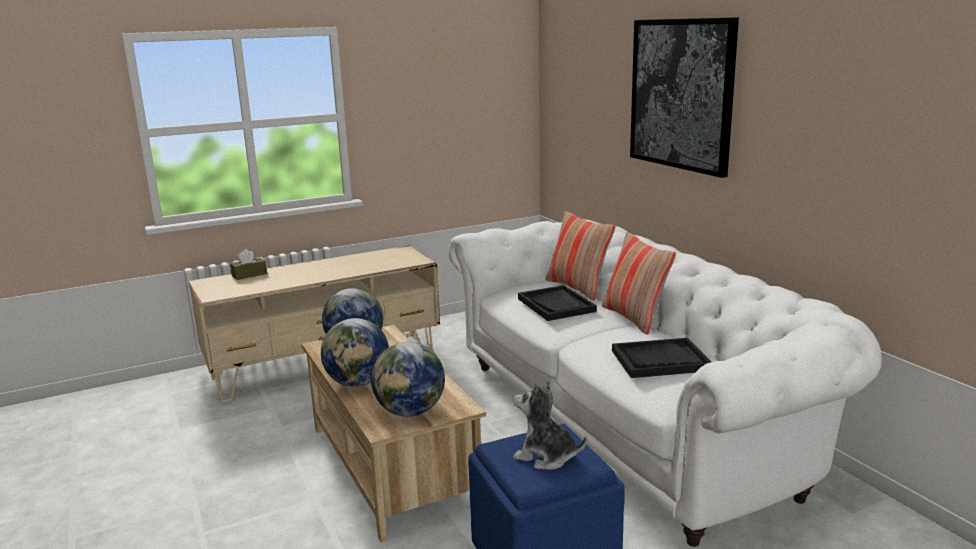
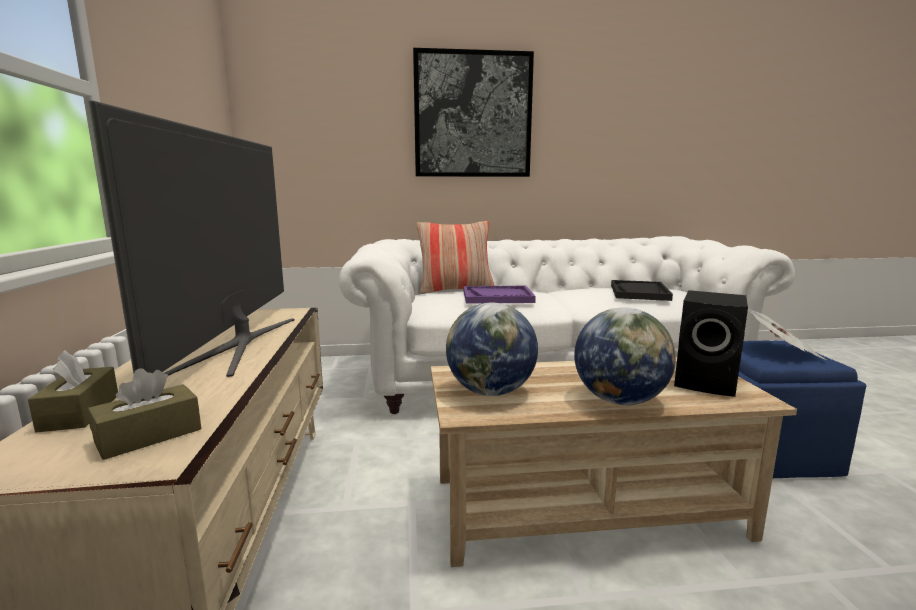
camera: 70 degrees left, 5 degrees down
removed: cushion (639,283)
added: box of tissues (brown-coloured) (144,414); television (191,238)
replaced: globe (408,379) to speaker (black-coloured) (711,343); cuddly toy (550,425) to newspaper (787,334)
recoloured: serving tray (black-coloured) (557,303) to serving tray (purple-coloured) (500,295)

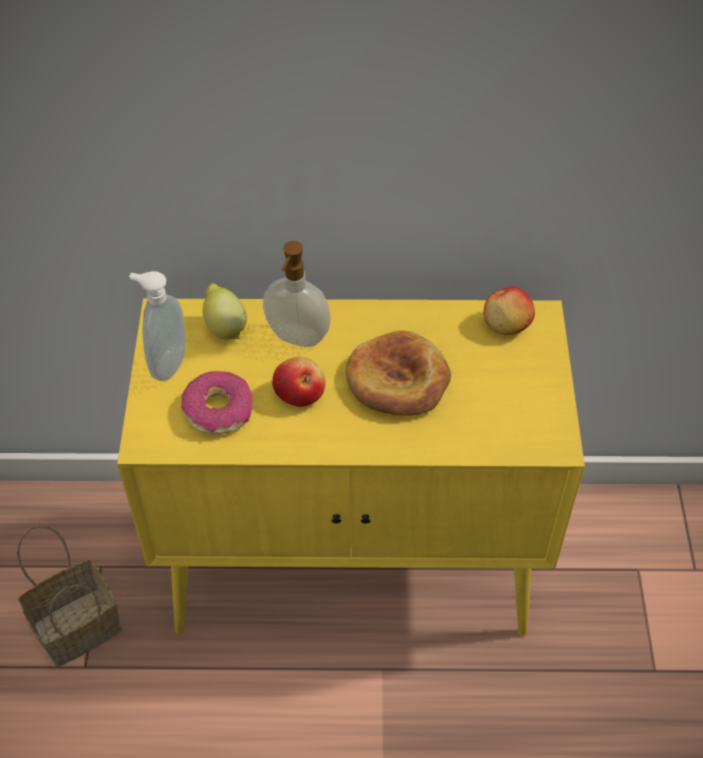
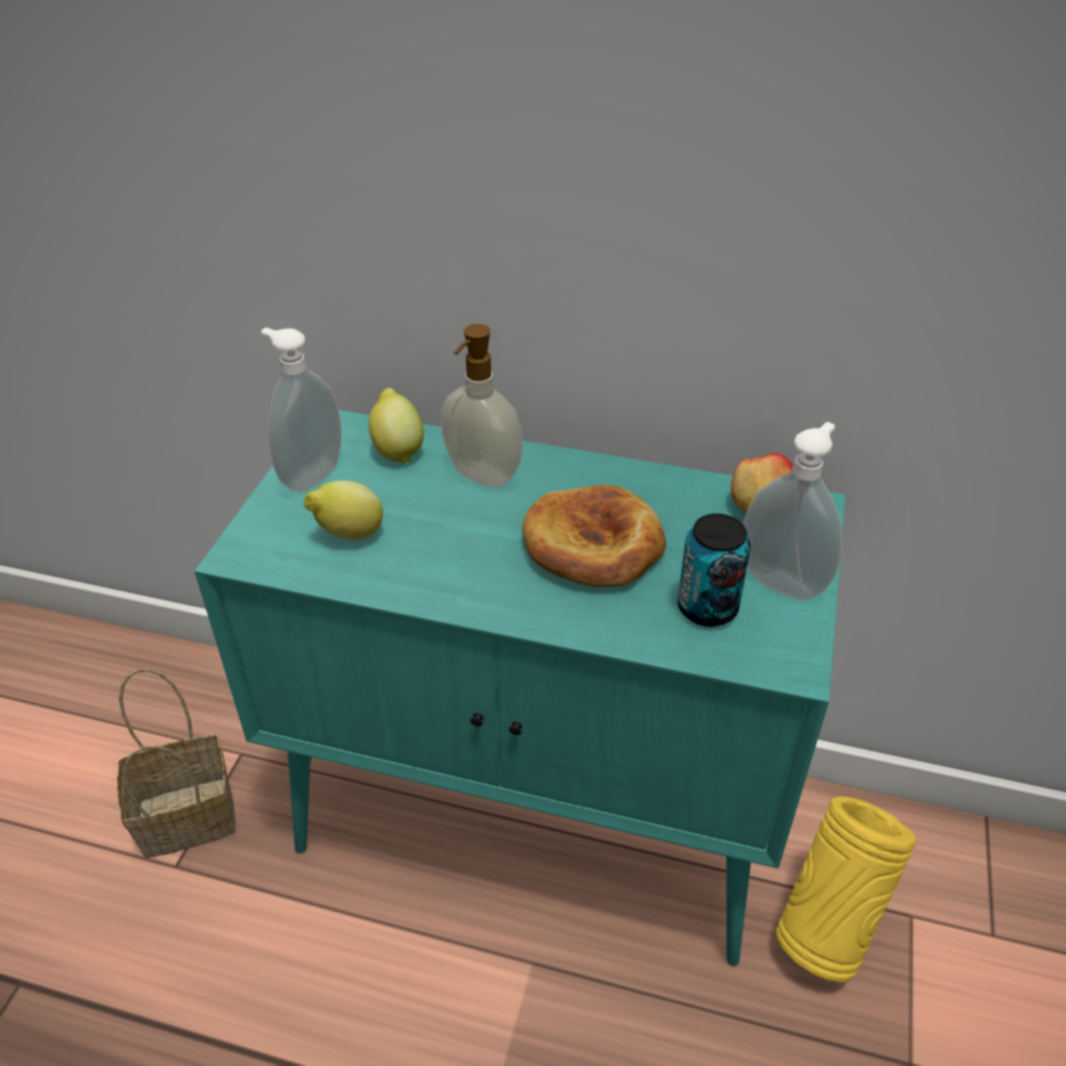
camera: 15 degrees right, 10 degrees down
removed: apple fruit (299,382)
added: metal can (714,570); soap dispenser (792,511); flower vase (yellow-coloured) (846,890)
replaced: donut (217,402) to whole lemon (343,510)
recoloured: cabinet (yellow-coloured) (351,467) to cabinet (turquoise-coloured) (520,688)

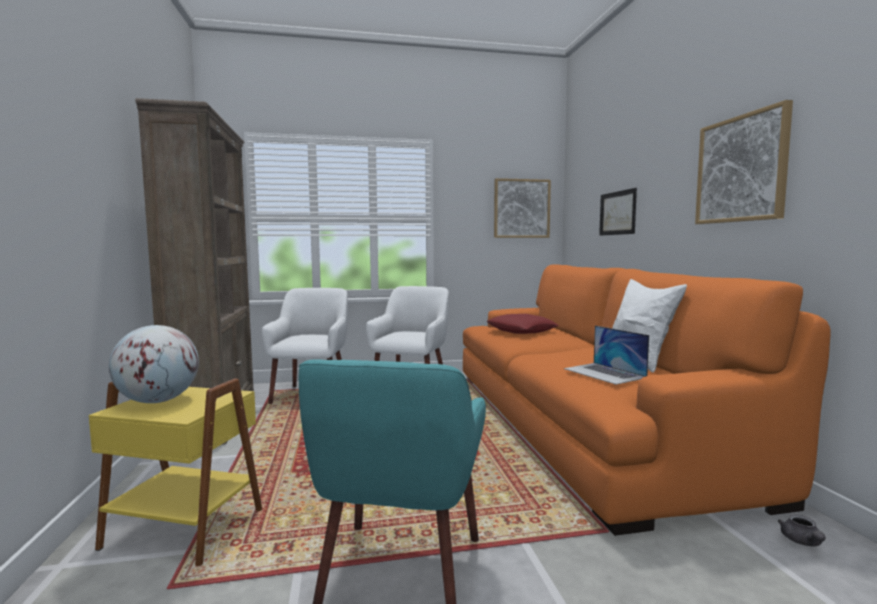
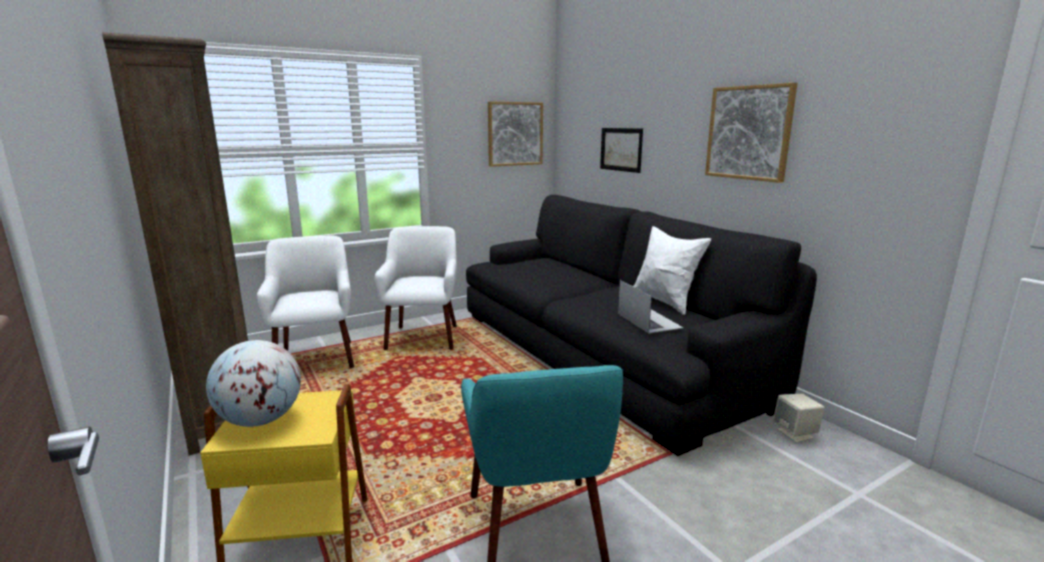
camera: 20 degrees left, 10 degrees up
removed: cushion (red) (523,324)
replaced: tea pot (greyish) (802,530) to speaker (beige) (799,418)
recoloured: couch (orange-coloured) (647,400) to couch (black-coloured) (641,325)
turned: laptop (606,355) = (650,306) 150 degrees counterclockwise

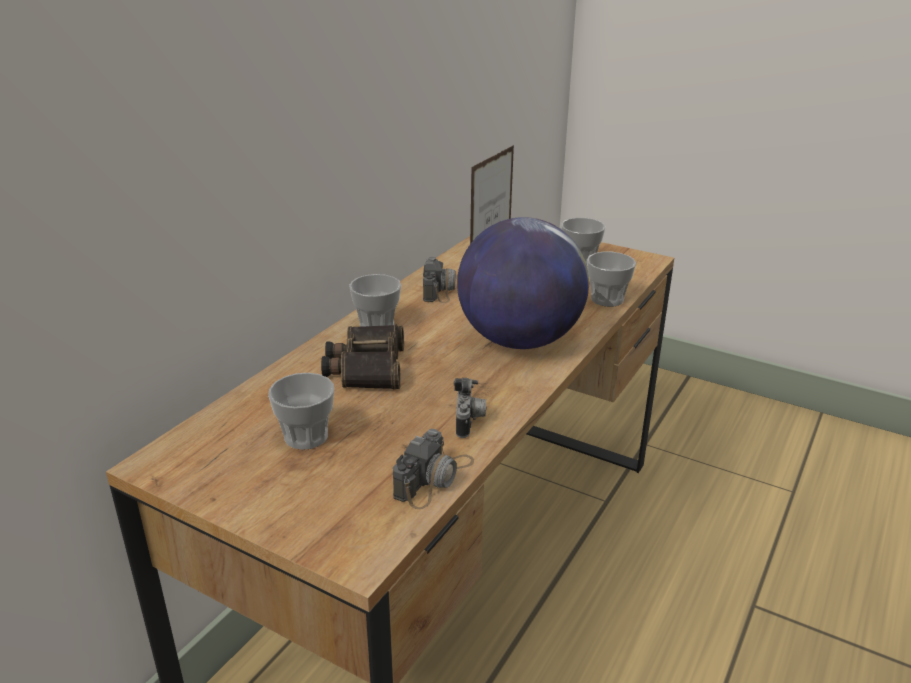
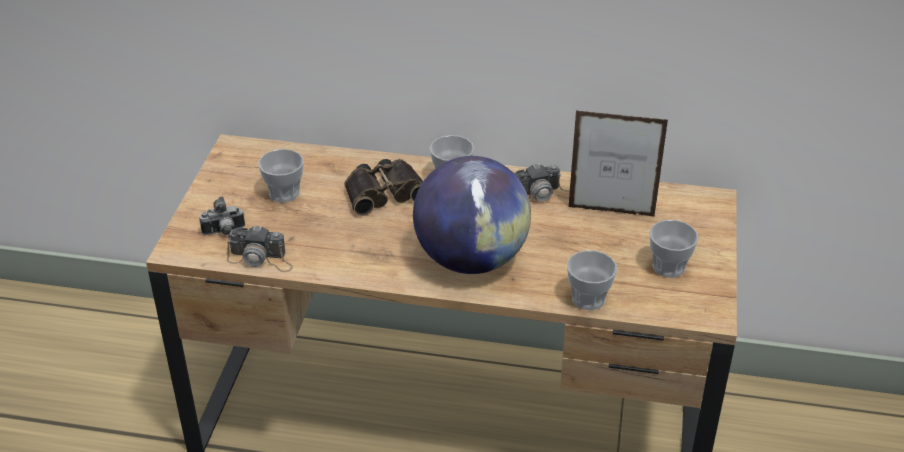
camera: 70 degrees right, 10 degrees up
moved: still camera (470,408) to (222,215)

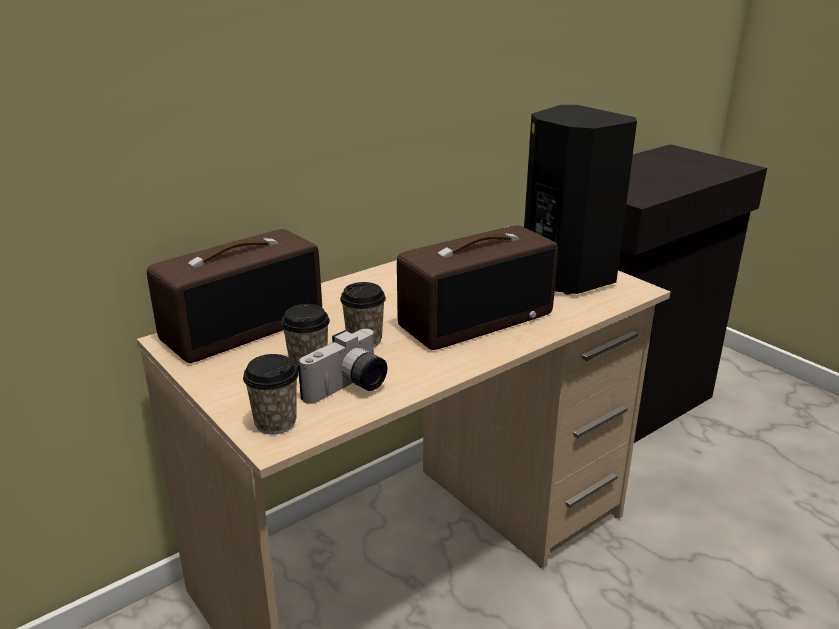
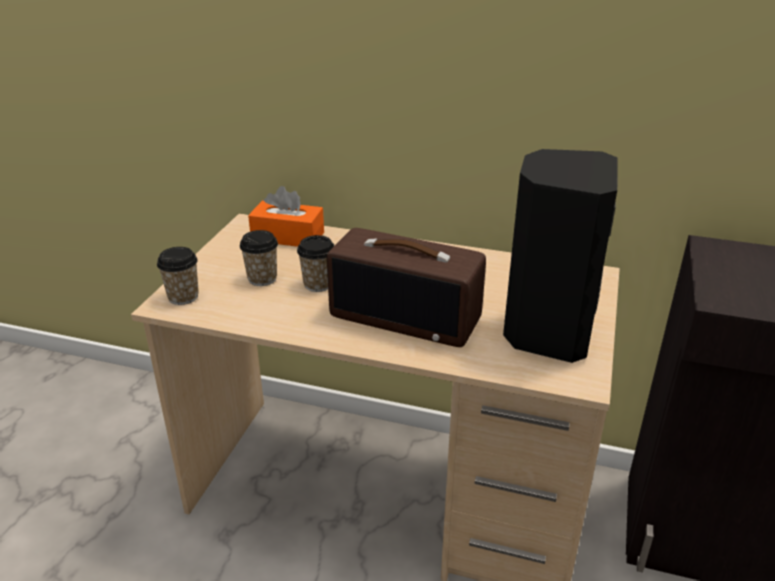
camera: 55 degrees right, 5 degrees up
removed: still camera (342,366)
replaced: radio set (234,296) to box of tissues (orange-coloured) (286,216)

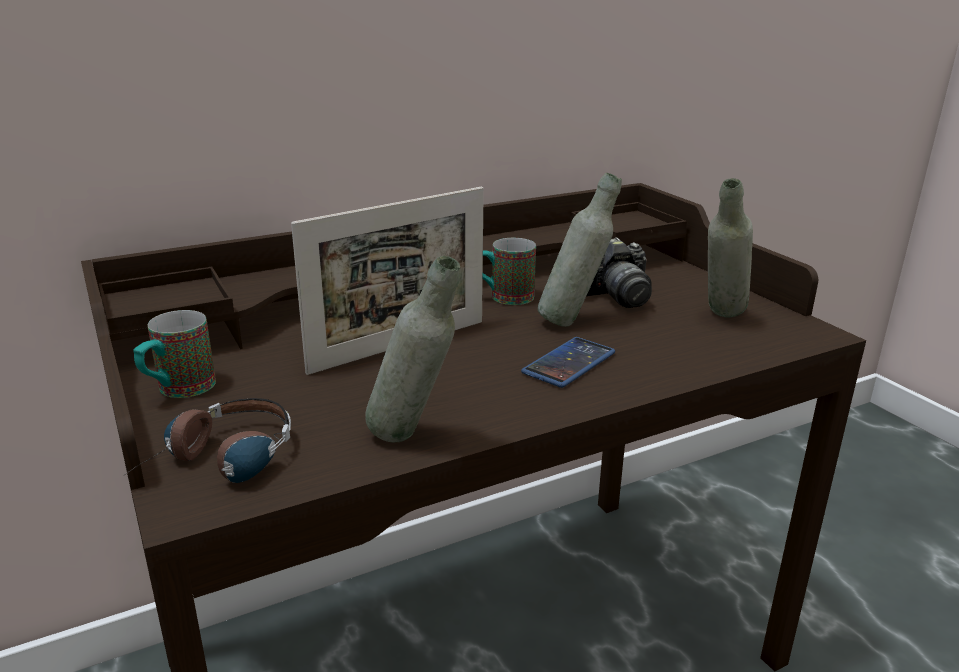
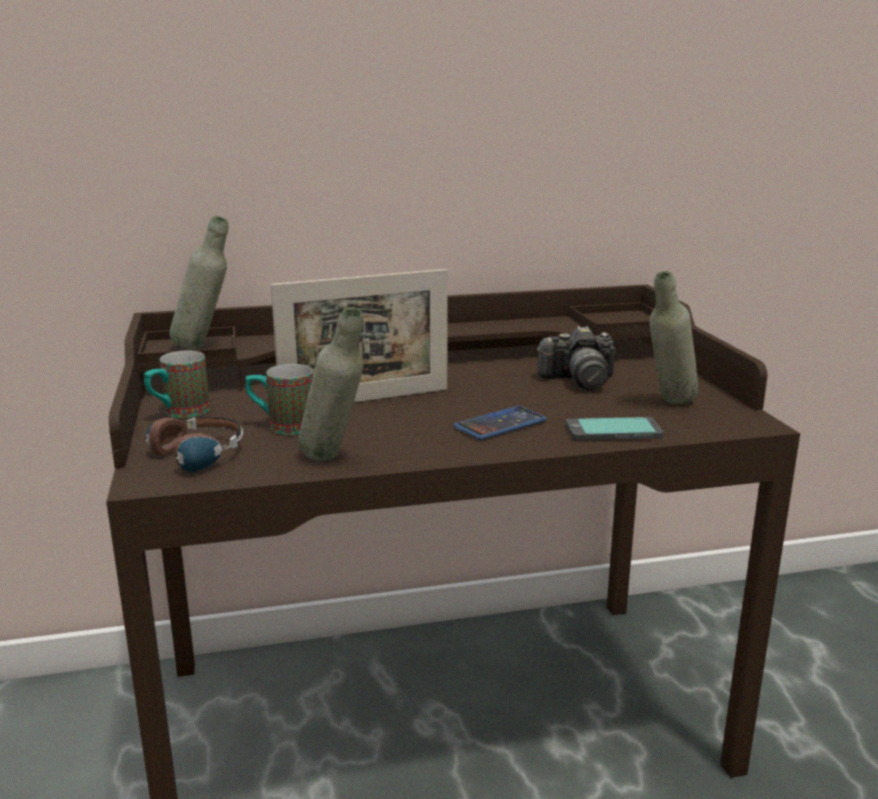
camera: 15 degrees right, 5 degrees down
added: telephone (614,428)
moved: mug (509,271) to (279,399); drink bottle (greyish) (580,249) to (199,283)

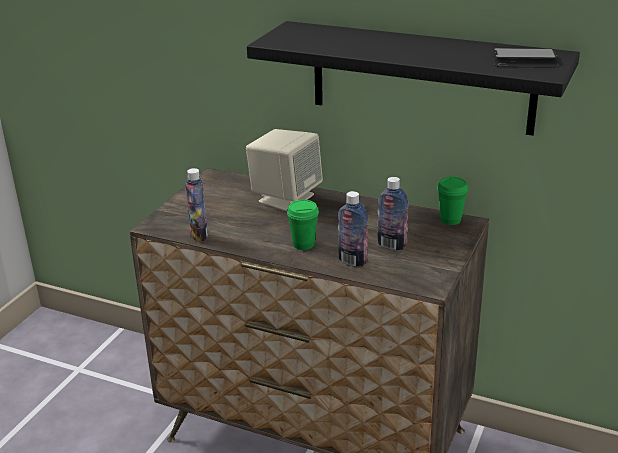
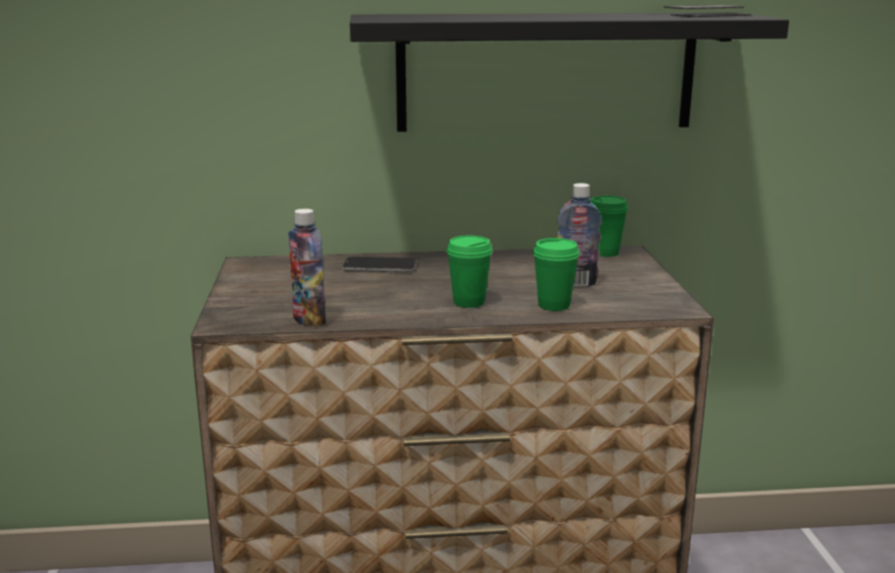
camera: 30 degrees left, 10 degrees down
replaced: speaker (beige) (284,170) to telephone (379,264); drink bottle (353,229) to drinking cup (green) (556,274)

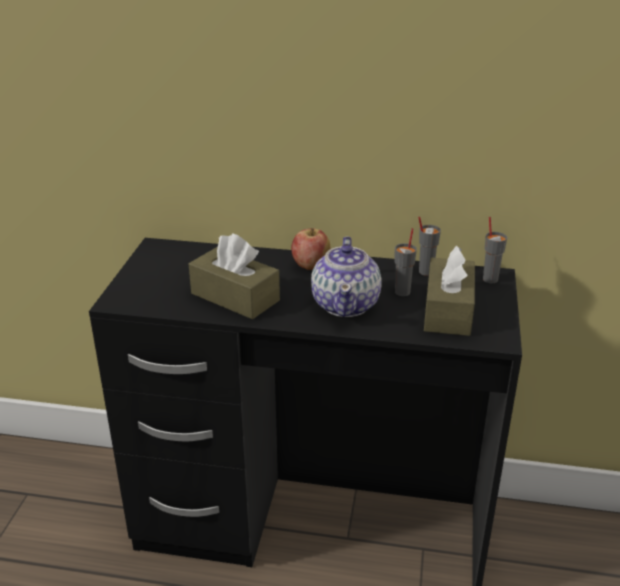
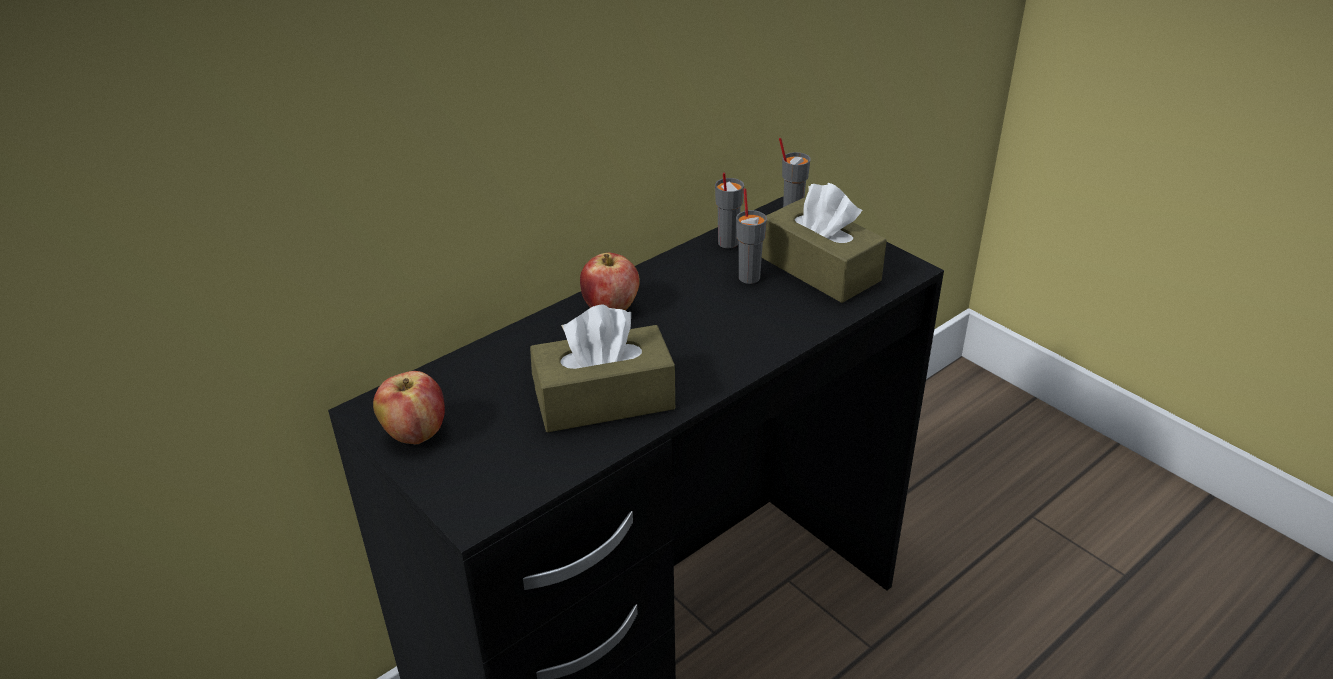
camera: 50 degrees left, 5 degrees up
removed: tea pot (346,276)
added: apple fruit (409,407)

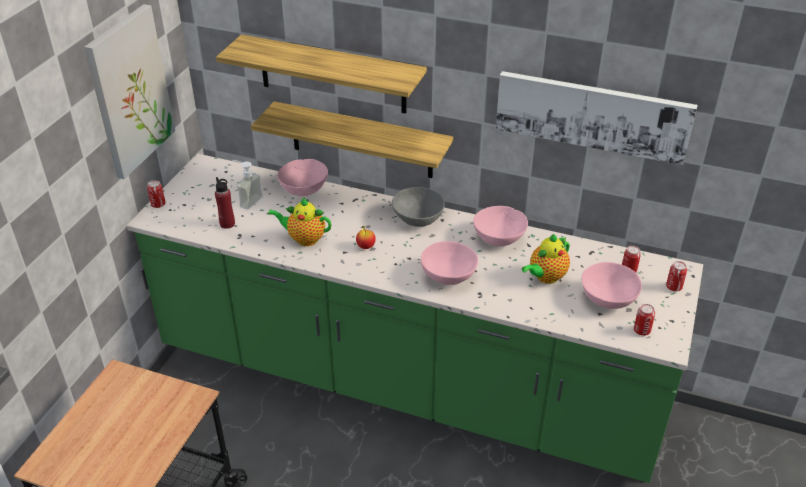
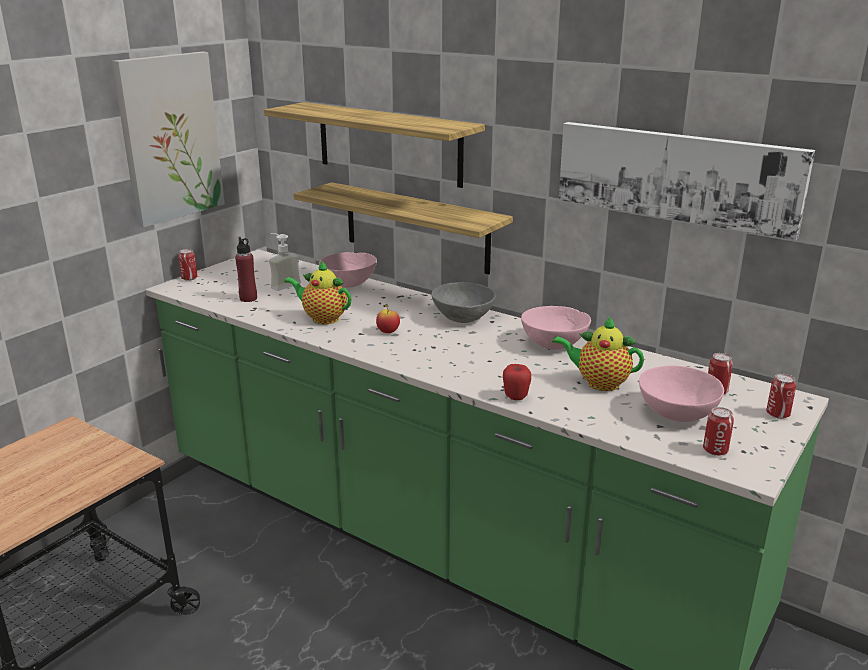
camera: 15 degrees right, 15 degrees down
removed: deep dish (pink) (449,263)
added: apple fruit (517,382)
turned: tea pot (546,259) = (598,354) 45 degrees clockwise

